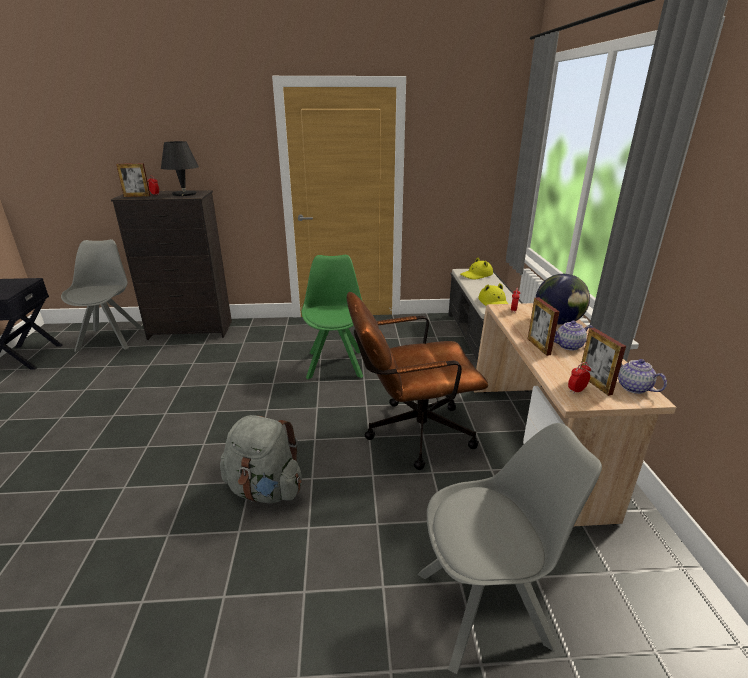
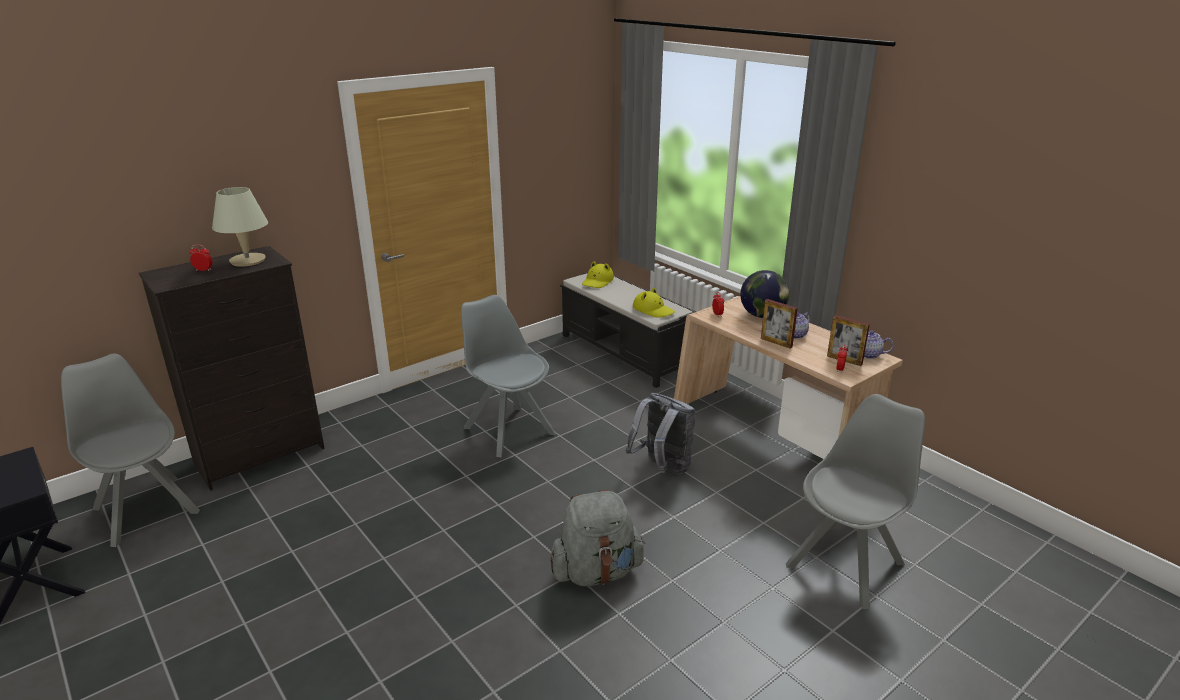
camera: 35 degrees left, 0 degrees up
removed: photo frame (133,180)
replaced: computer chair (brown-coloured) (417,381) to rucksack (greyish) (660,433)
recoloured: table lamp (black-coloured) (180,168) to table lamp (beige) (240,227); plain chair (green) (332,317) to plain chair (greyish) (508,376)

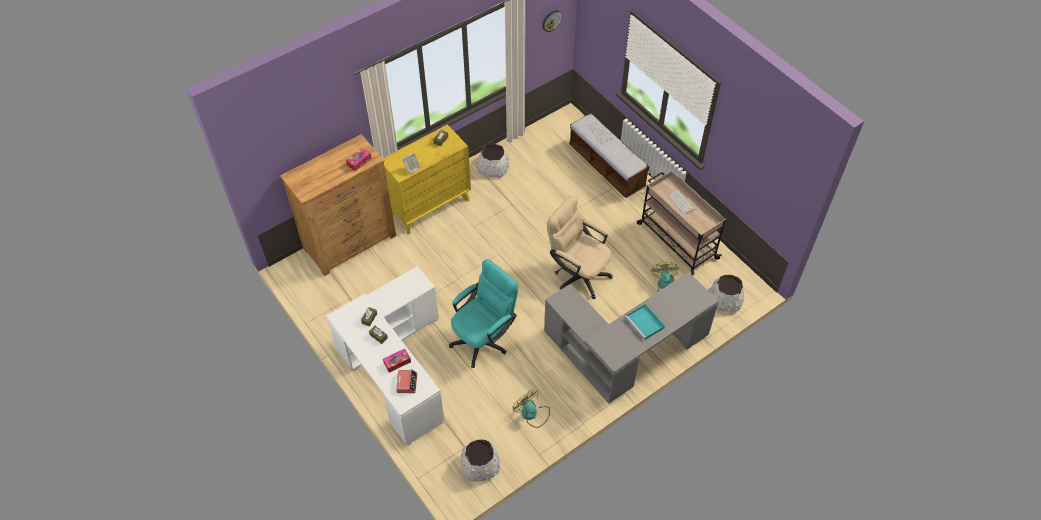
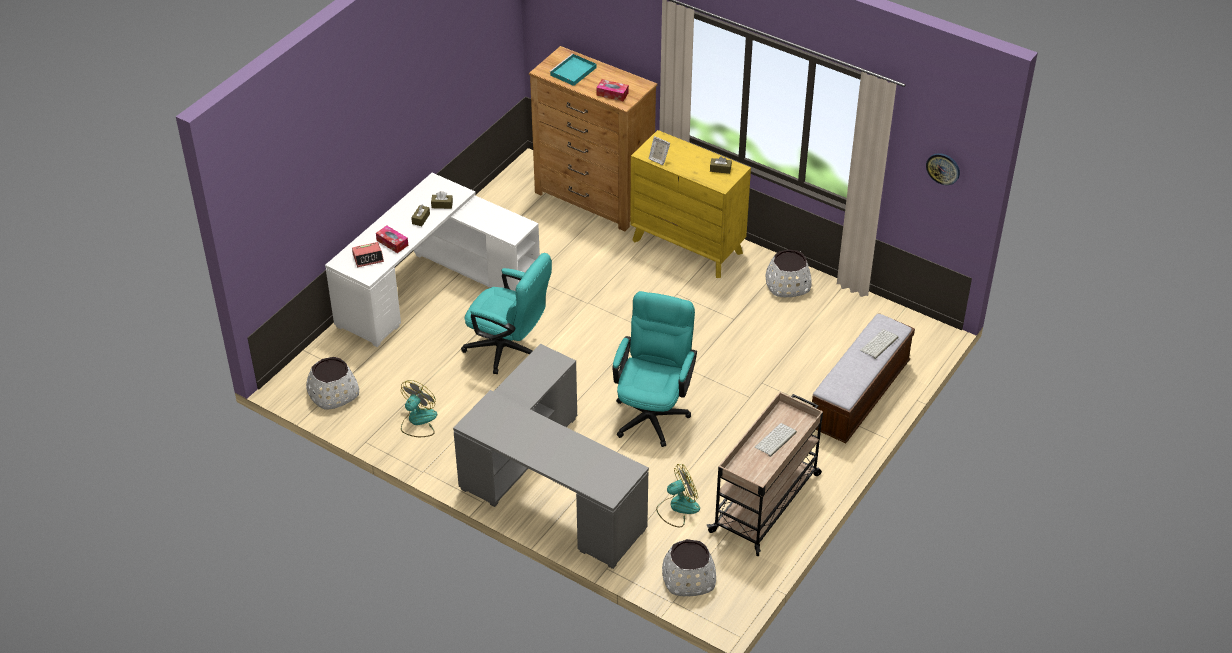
camera: 70 degrees right, 10 degrees down
moved: serving tray (turquoise-coloured) (645,322) to (572,69)
recoloured: computer chair (beige) (580,247) to computer chair (turquoise-coloured) (654,369)

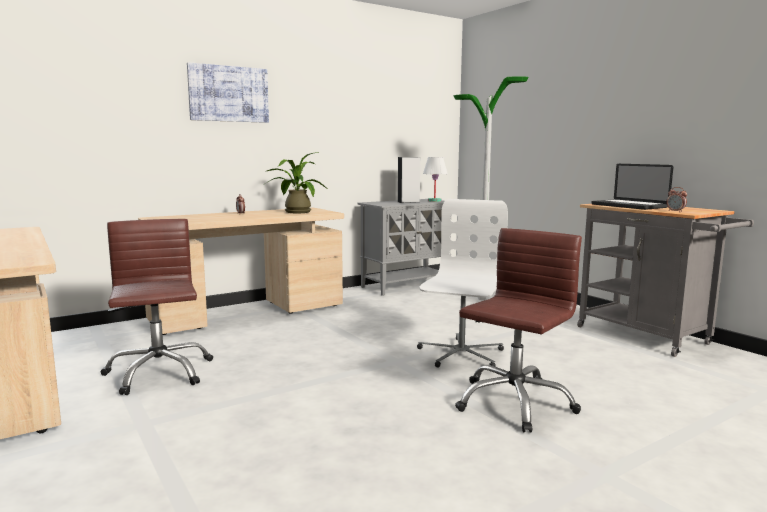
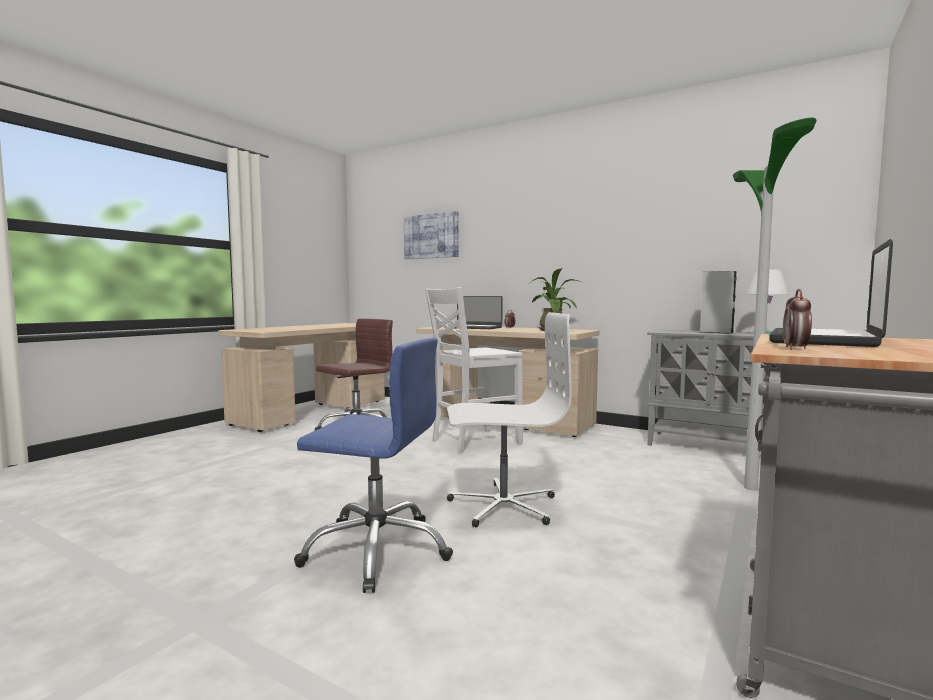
camera: 65 degrees right, 5 degrees down
added: plain chair (white) (474,370); laptop (476,312)
moved: picture (228,92) to (431,235)
recoloured: computer chair (brown-coloured) (518,330) to computer chair (blue) (373,465)

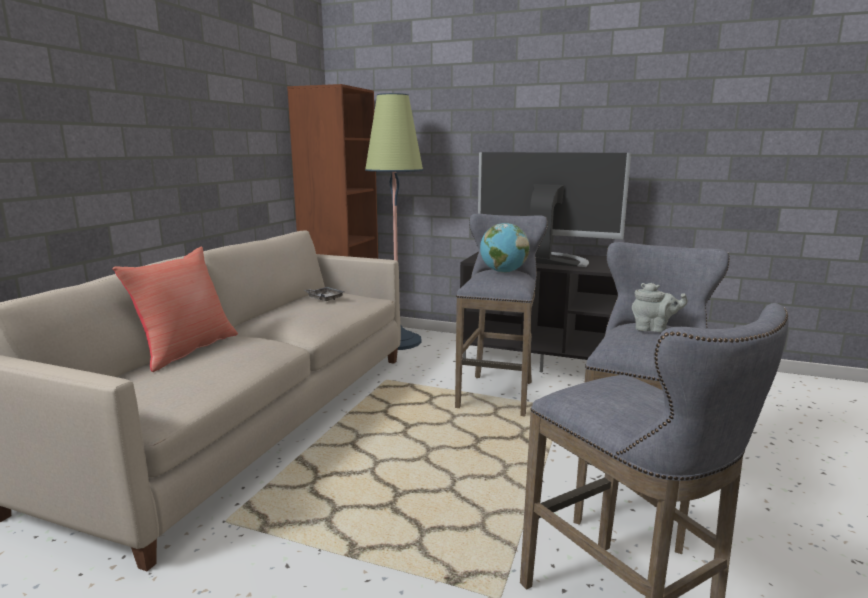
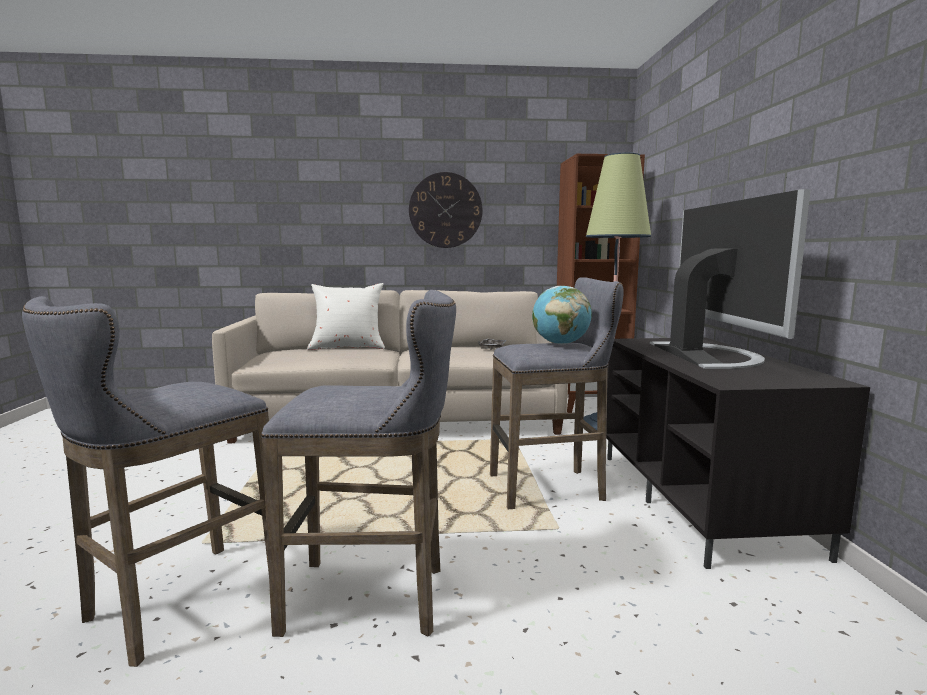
camera: 65 degrees right, 5 degrees down
removed: tea pot (greyish) (660,307)
added: clock on the wall (445,210)
recoloured: cushion (red) (175,309) to cushion (white) (346,316)

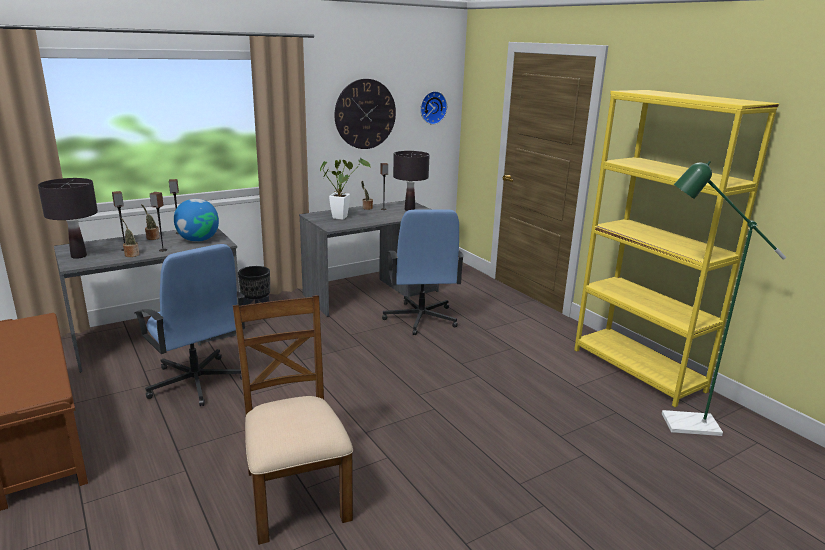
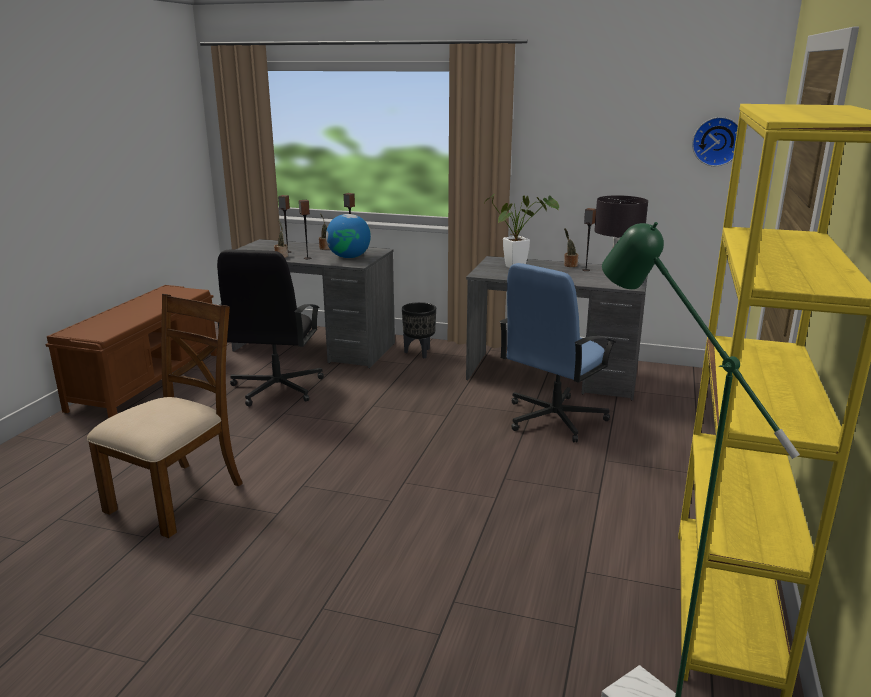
camera: 50 degrees right, 0 degrees up
removed: table lamp (black-coloured) (68,218); clock on the wall (365,114)
recoloured: computer chair (blue) (189,325) to computer chair (black-coloured) (270,328)

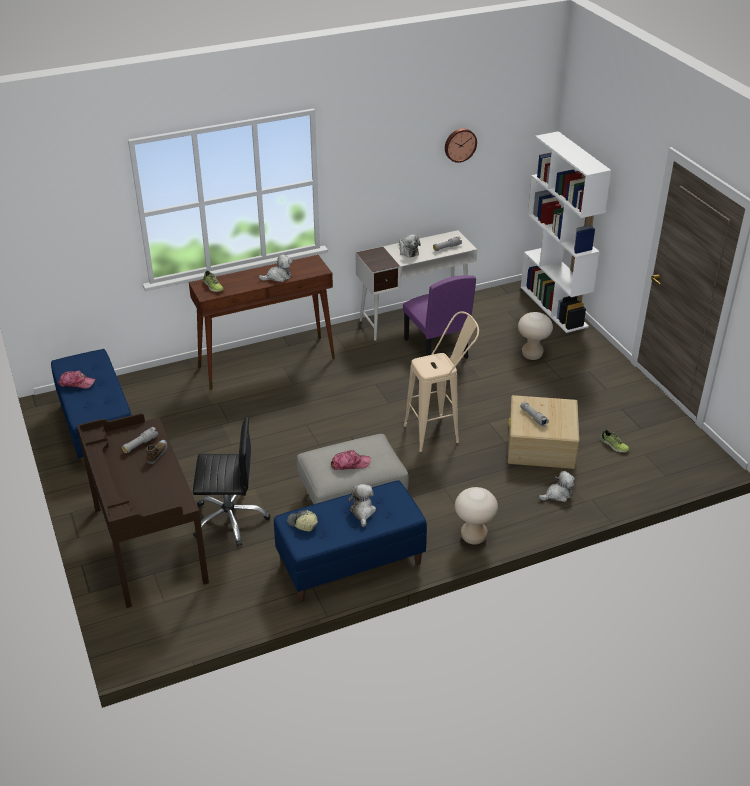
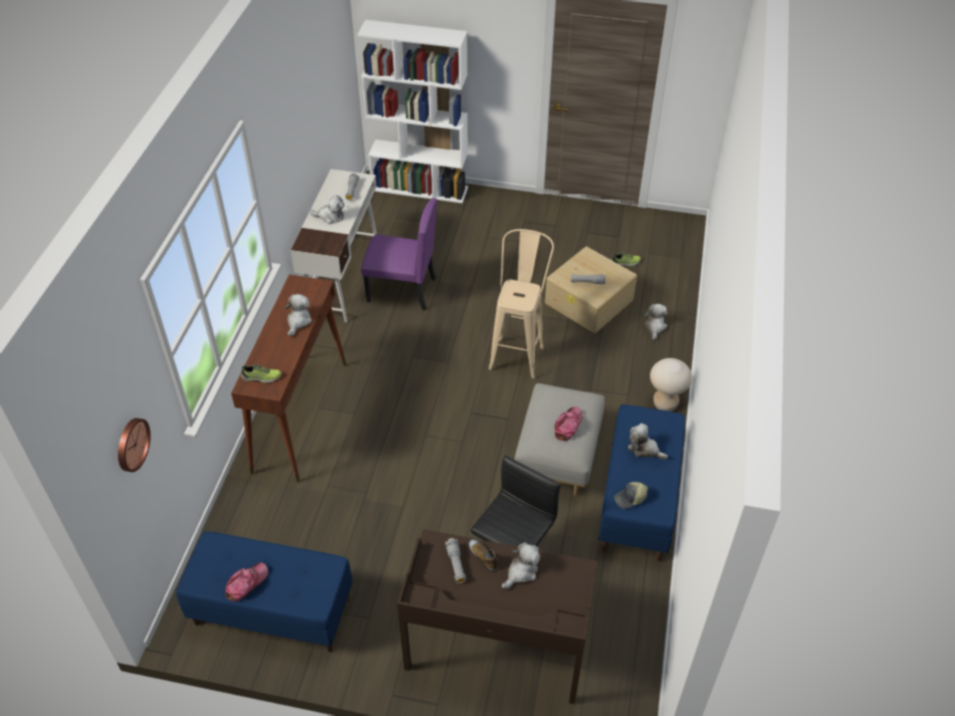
camera: 55 degrees left, 10 degrees up
removed: stool seat (beige) (535,336)
added: cuddly toy (521,565)
moved: clock on the wall (461,145) to (134,445)

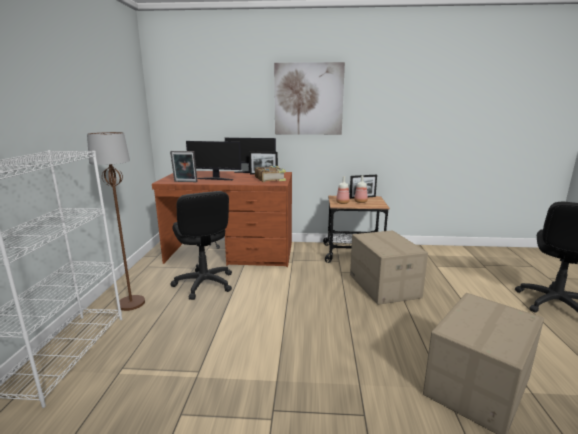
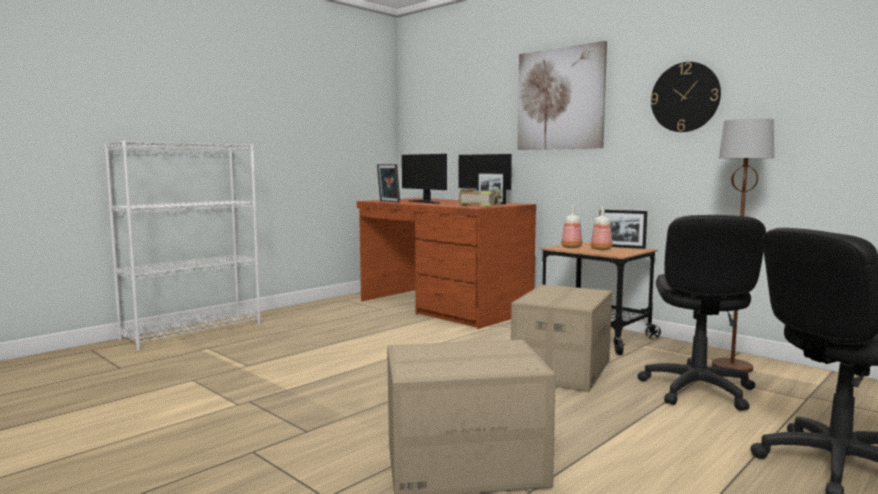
camera: 40 degrees right, 10 degrees down
added: clock on the wall (686,97)
moved: standard lamp (brown-coloured) (116,221) to (743,245); computer chair (black-coloured) (201,245) to (701,313)

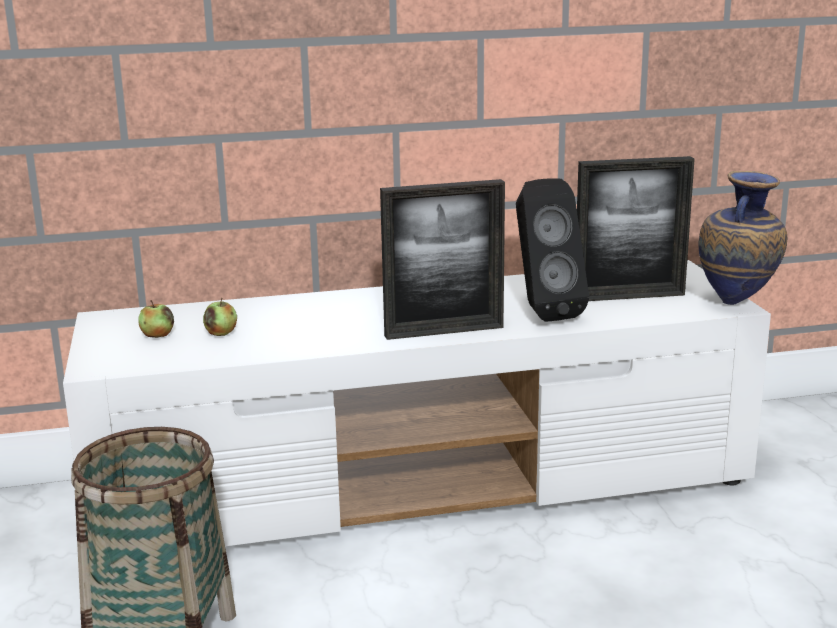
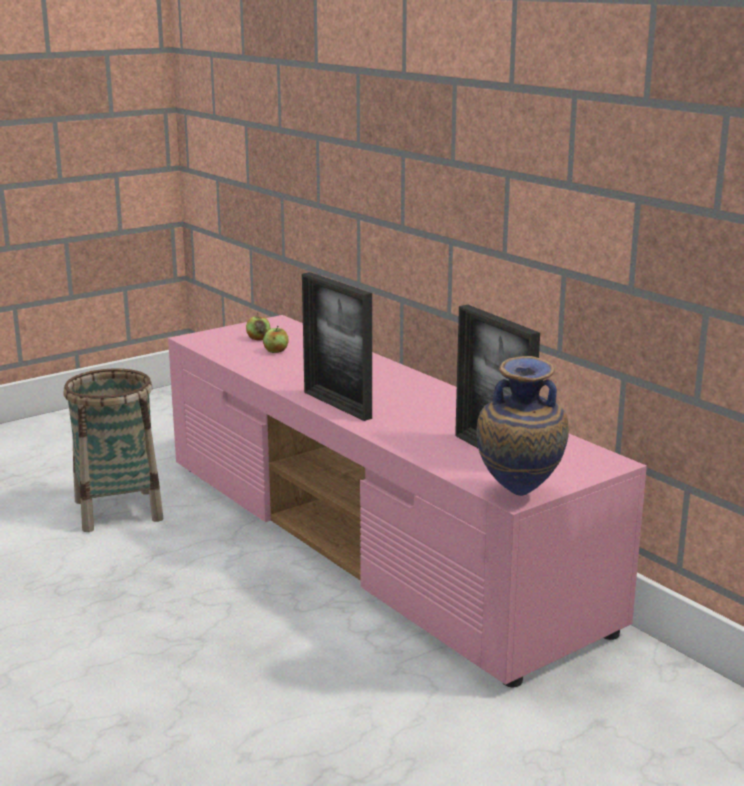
camera: 65 degrees right, 0 degrees up
removed: speaker (black-coloured) (552,250)
recoloured: tv unit (white) (417,403) to tv unit (pink) (407,501)

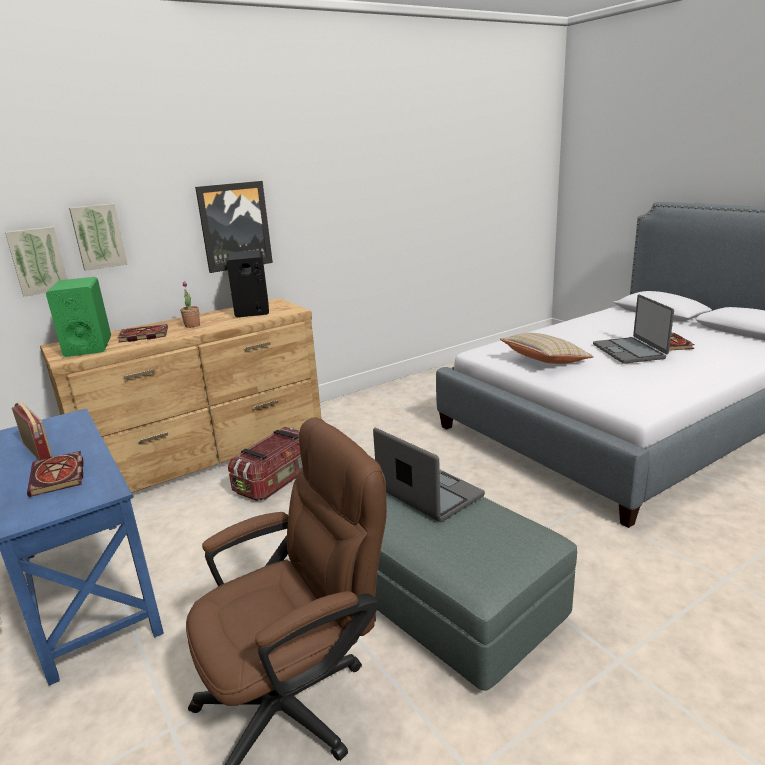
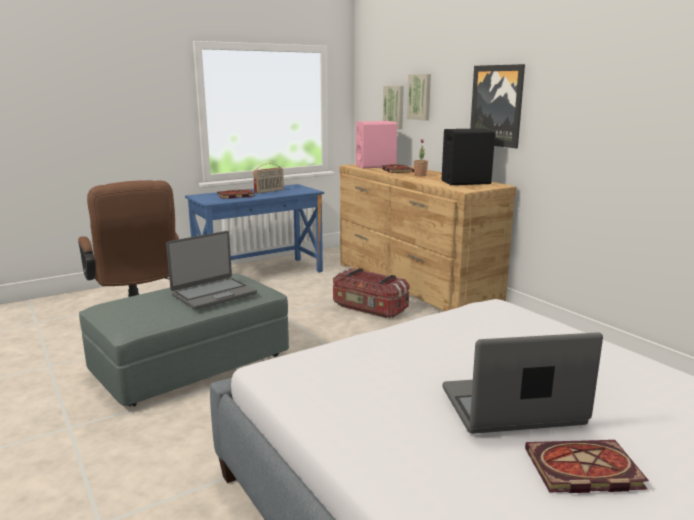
camera: 90 degrees right, 5 degrees down
removed: cushion (beige) (547,348)
recoloured: speaker (green) (78,317) to speaker (pink) (376,144)

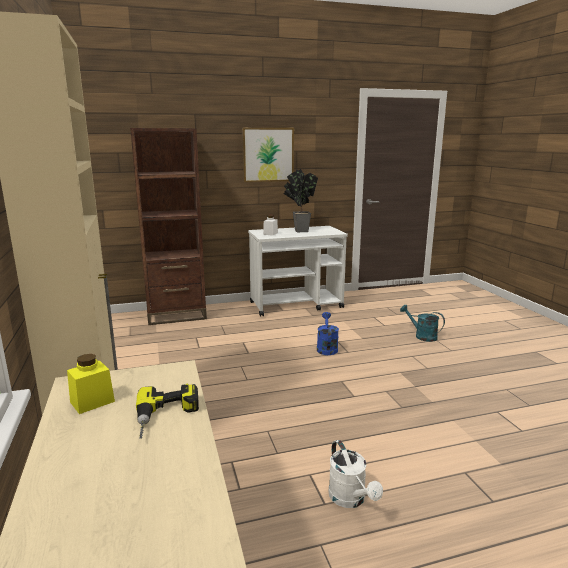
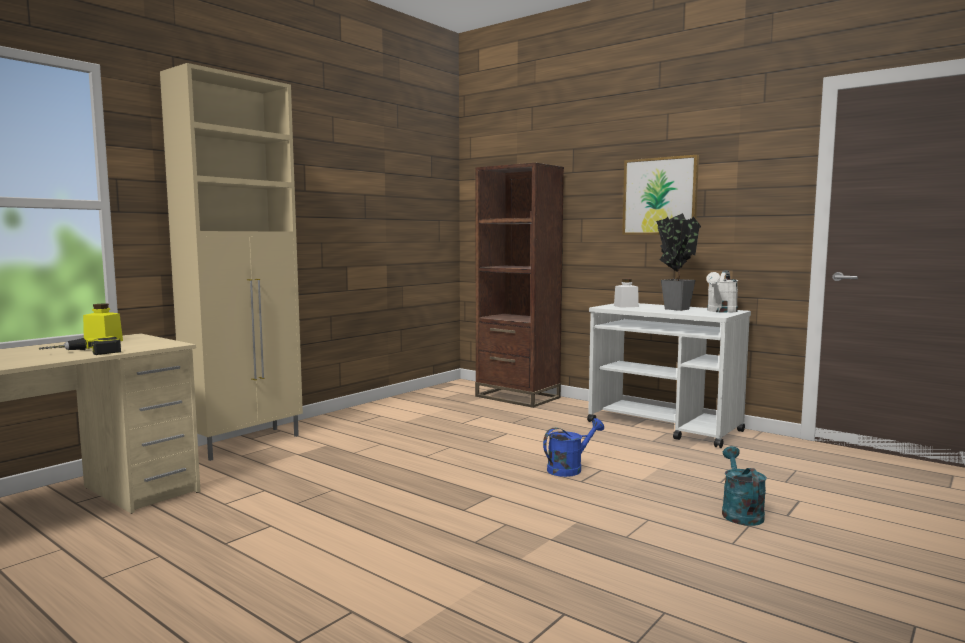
camera: 55 degrees right, 10 degrees down
moved: watering can (white) (356,474) to (722,292)

